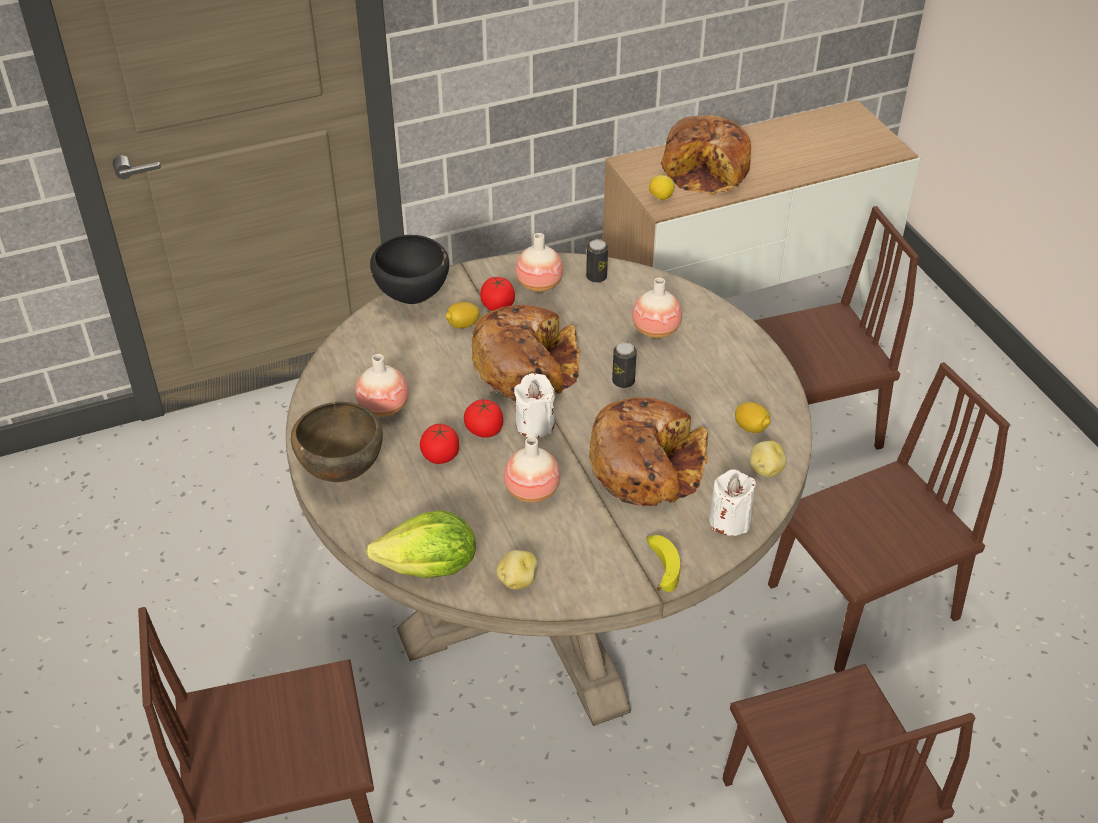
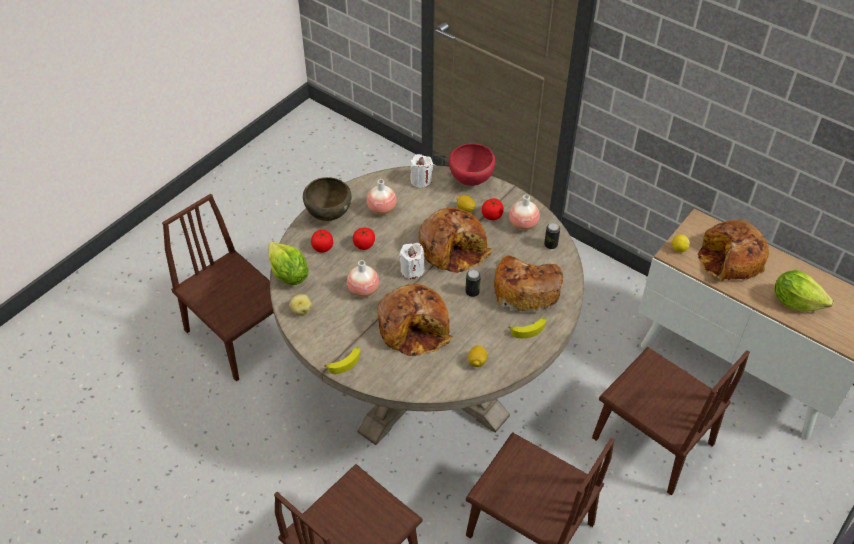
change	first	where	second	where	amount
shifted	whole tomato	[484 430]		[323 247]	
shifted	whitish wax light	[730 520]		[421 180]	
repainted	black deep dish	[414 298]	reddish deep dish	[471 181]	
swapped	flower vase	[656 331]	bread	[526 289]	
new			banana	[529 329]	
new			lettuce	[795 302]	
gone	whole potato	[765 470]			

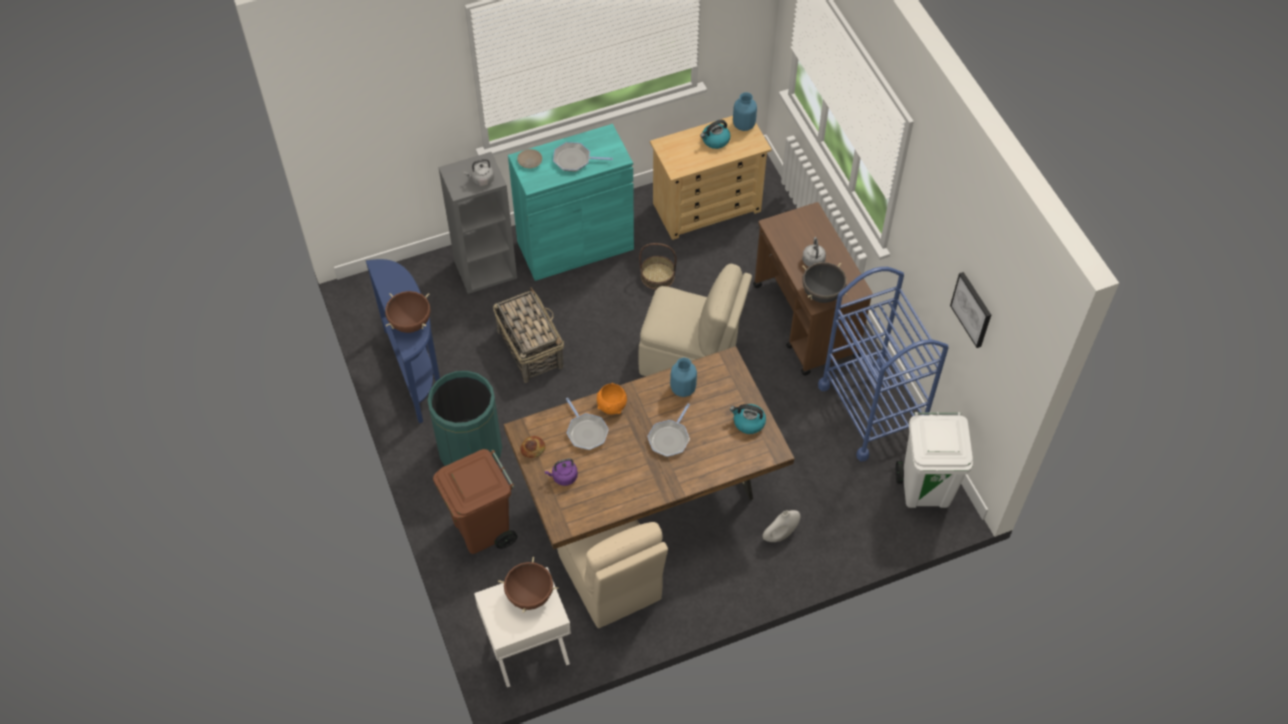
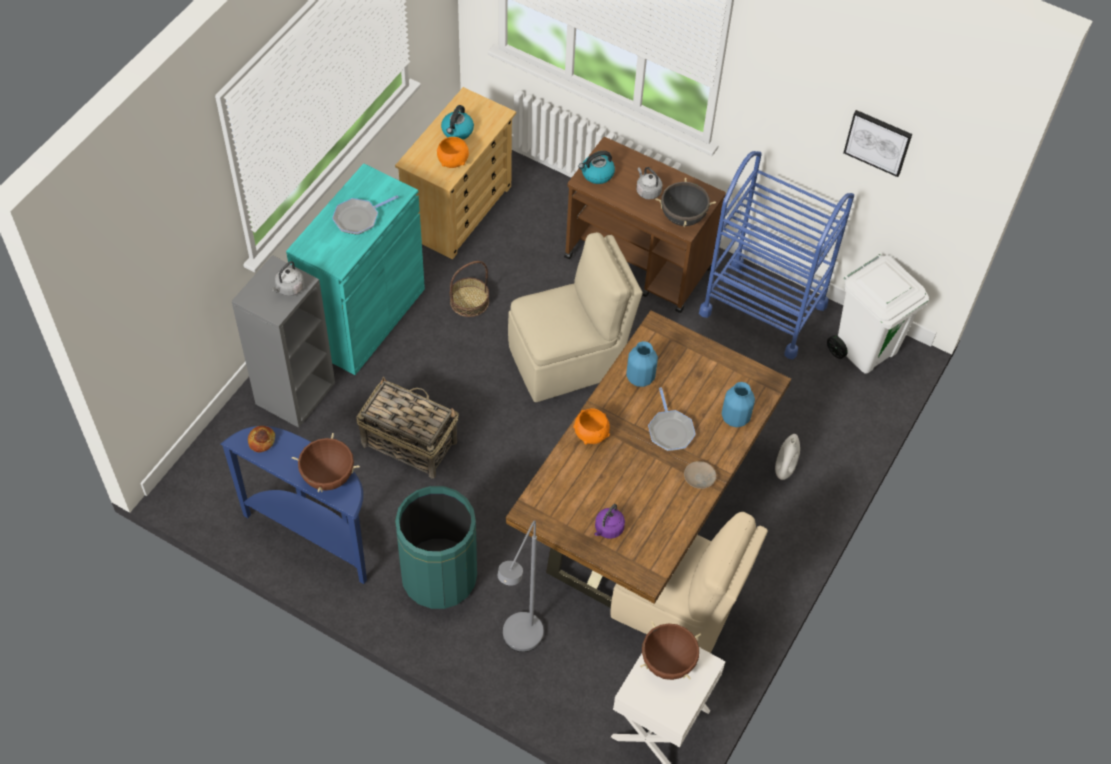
change	first	where	second	where	amount
shifted	bread	[533 449]		[262 441]	
new			orange-coloured deep dish	[453 161]	
swapped	brown waste bin	[483 530]	grey floor lamp	[519 644]	
shifted	water kettle	[748 422]		[597 174]	
shifted	beige plate	[530 161]		[700 477]	
shifted	bluish flower vase	[744 125]		[736 417]	
gone	frying pan	[586 432]			

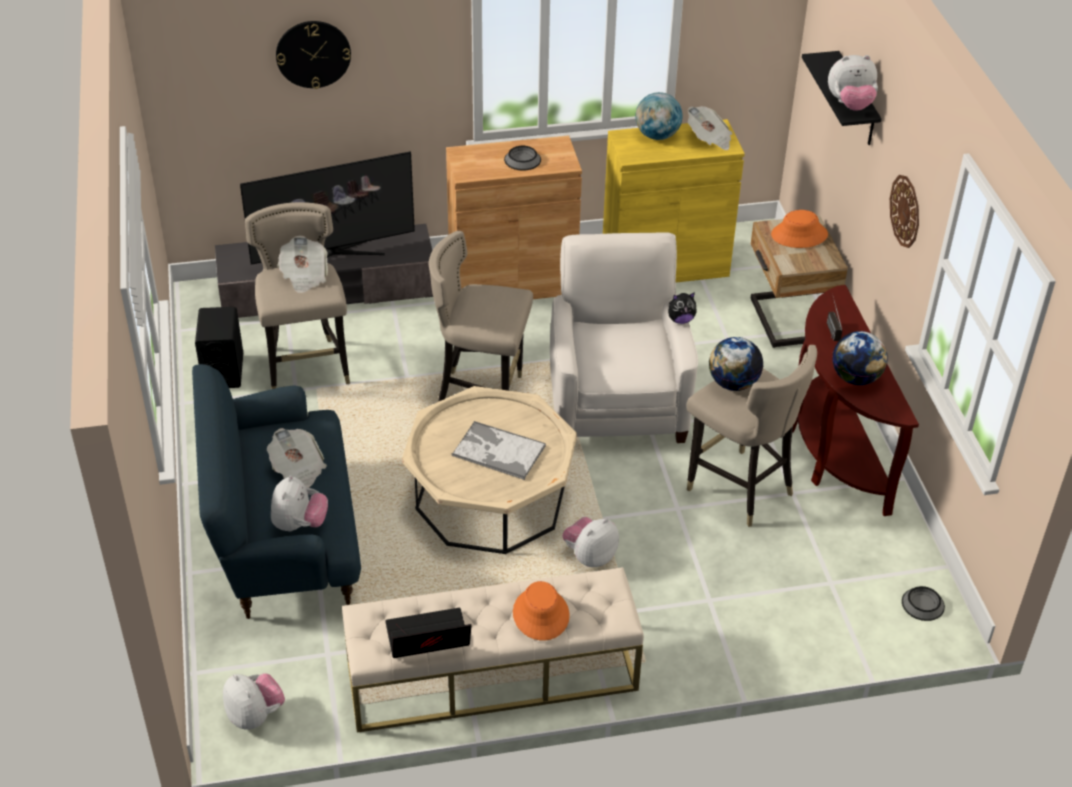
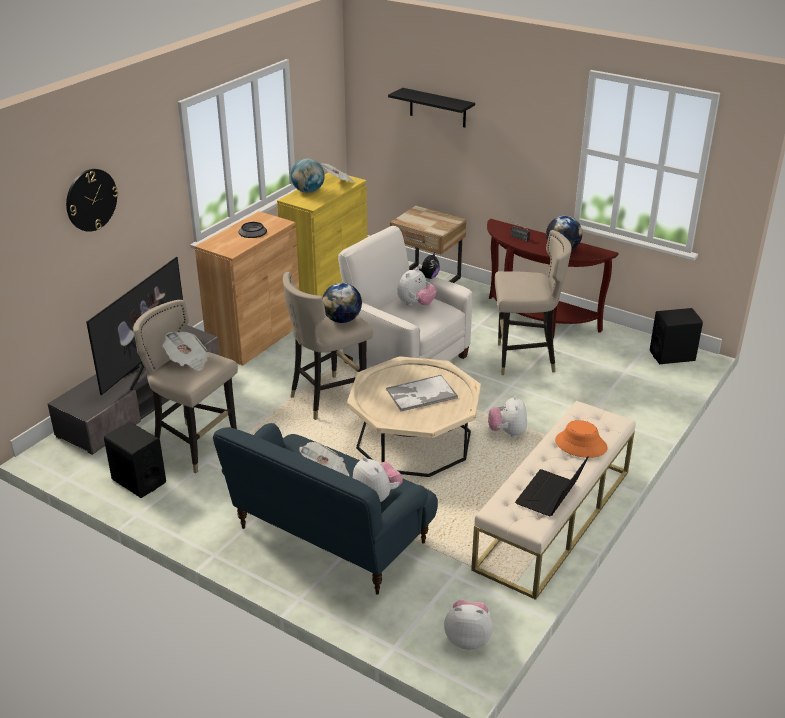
change	first	where	second	where	amount
shifted	globe	[733 383]		[342 320]	
shifted	soft toy	[850 105]		[416 304]	
swapped	deep dish	[923 604]	black loudspeaker	[672 356]	
gone	orange-coloured hat	[799 235]			
gone	wall clock	[905 211]			

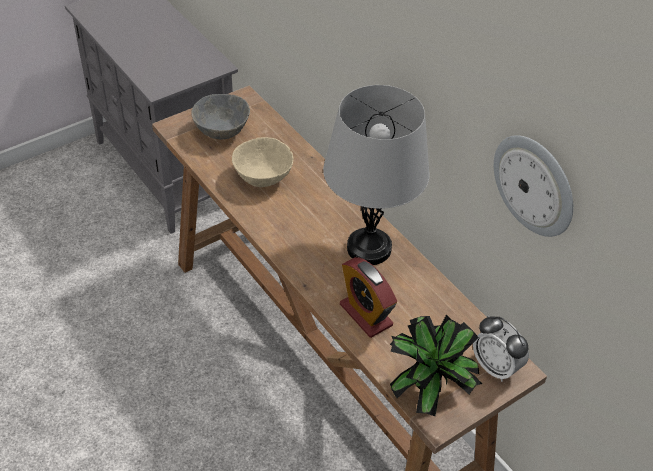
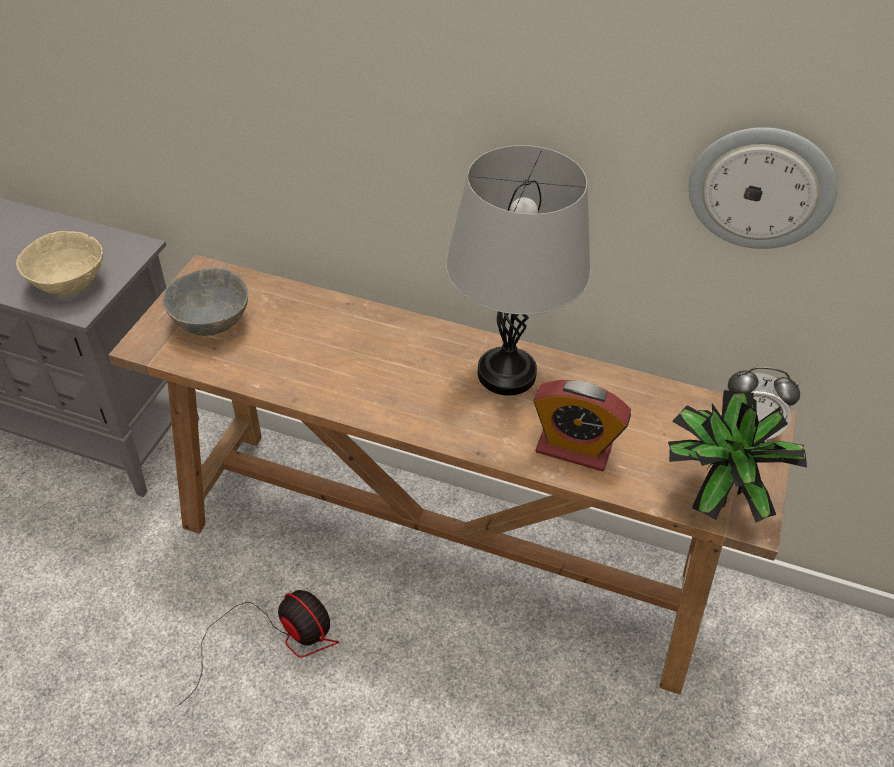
change	first	where	second	where	amount
shifted	beige deep dish	[263 177]		[69 284]	
new			cooling fan	[277 639]	

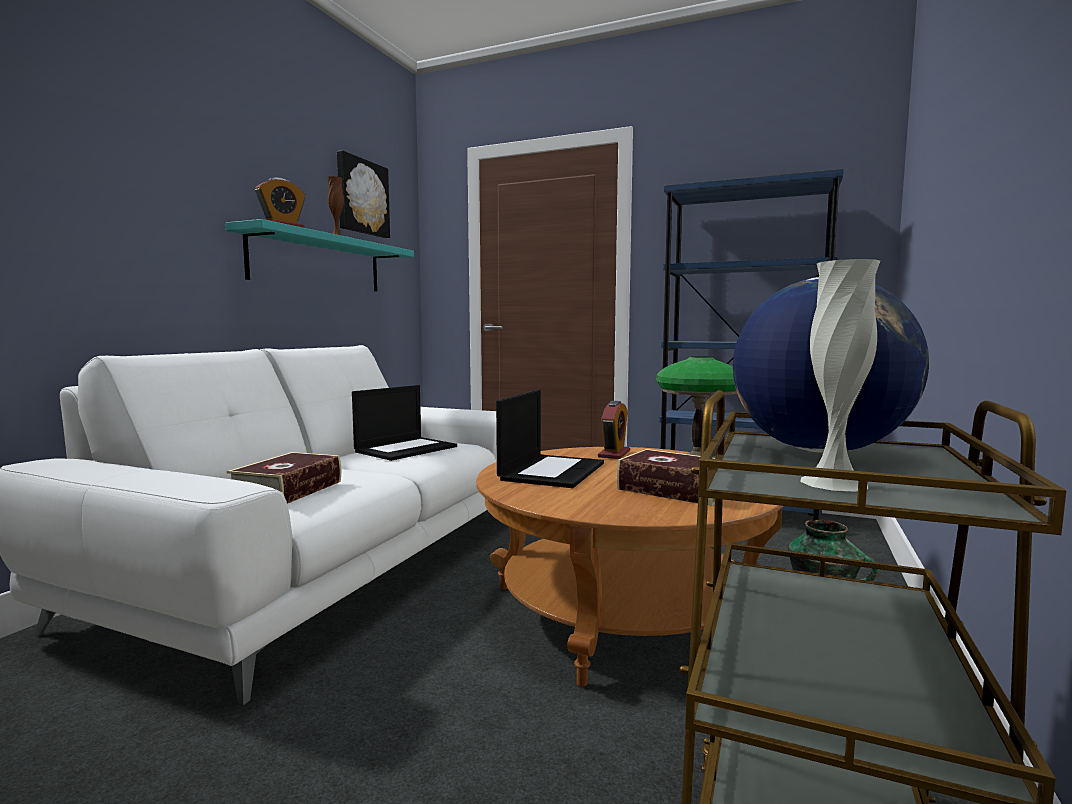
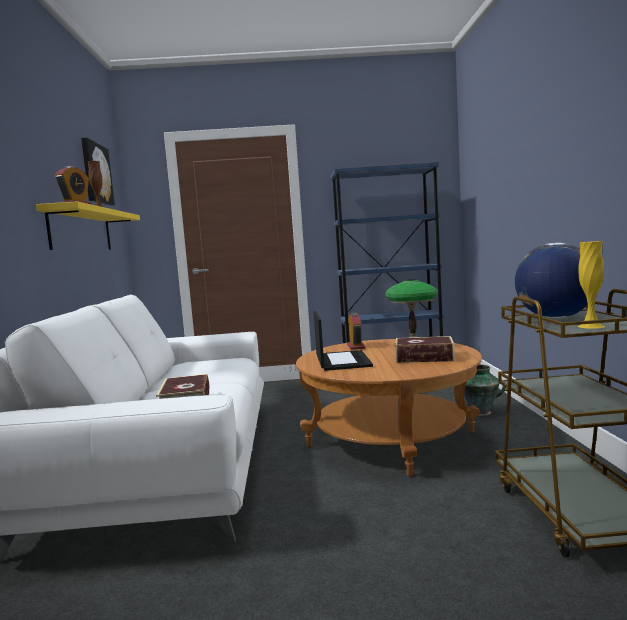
change	first	where	second	where	amount
repainted	turquoise-coloured wall shelf	[318 263]	yellow-coloured wall shelf	[81 230]	
repainted	whitish flower vase	[833 482]	yellow-coloured flower vase	[591 326]	
gone	notebook computer	[406 449]			

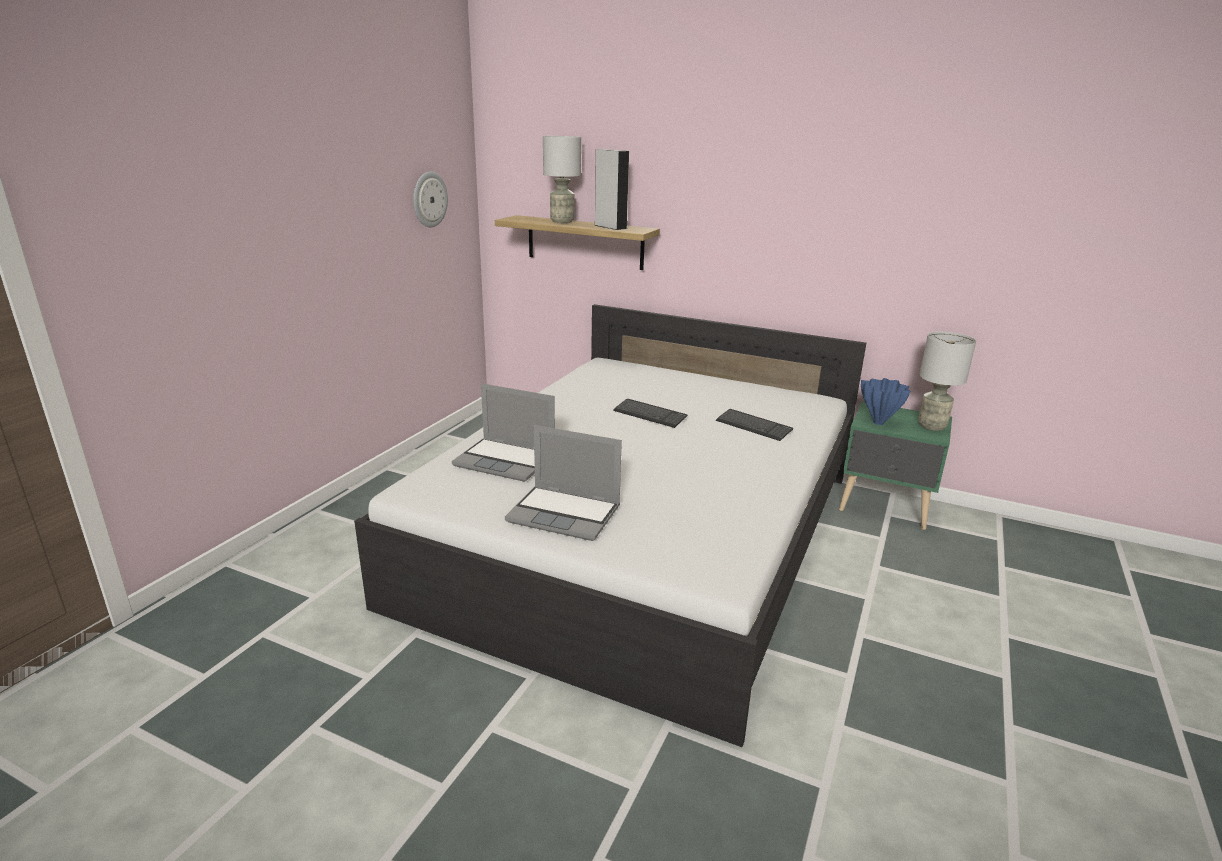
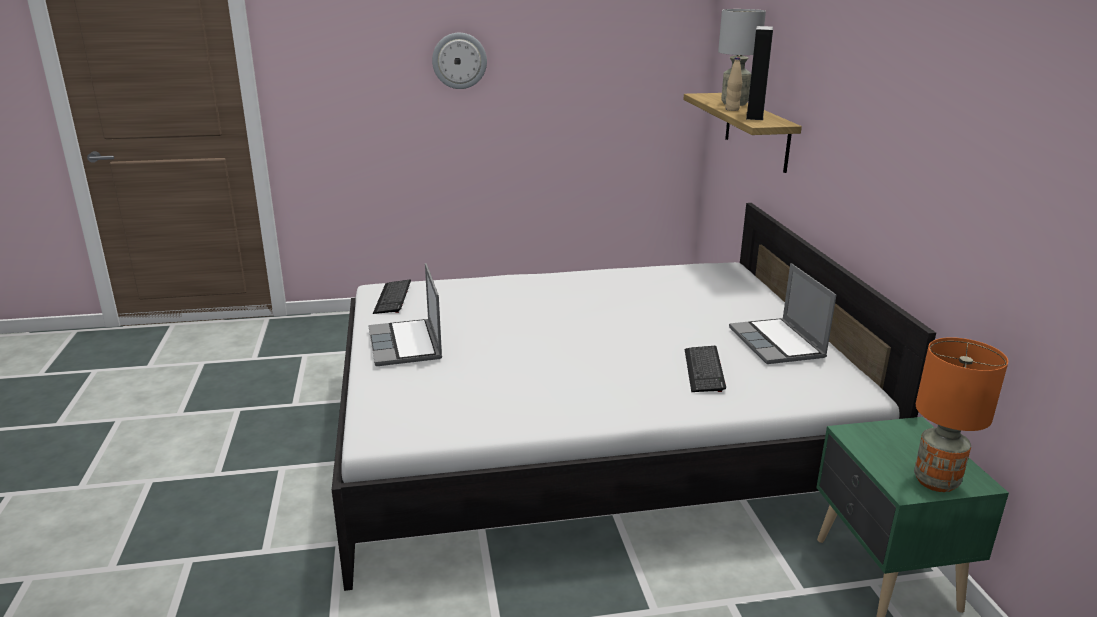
change	first	where	second	where	amount
shifted	PC keyboard	[649 415]		[392 298]	
shifted	wall clock	[429 199]		[459 60]	
new			beige drink bottle	[732 109]	
shifted	notebook computer	[506 461]		[778 344]	
repainted	grey table lamp	[932 426]	orange-coloured table lamp	[937 481]	
gone	bluish flower vase	[879 423]			

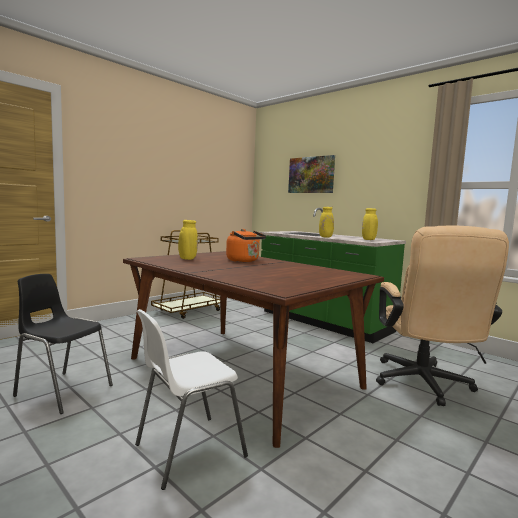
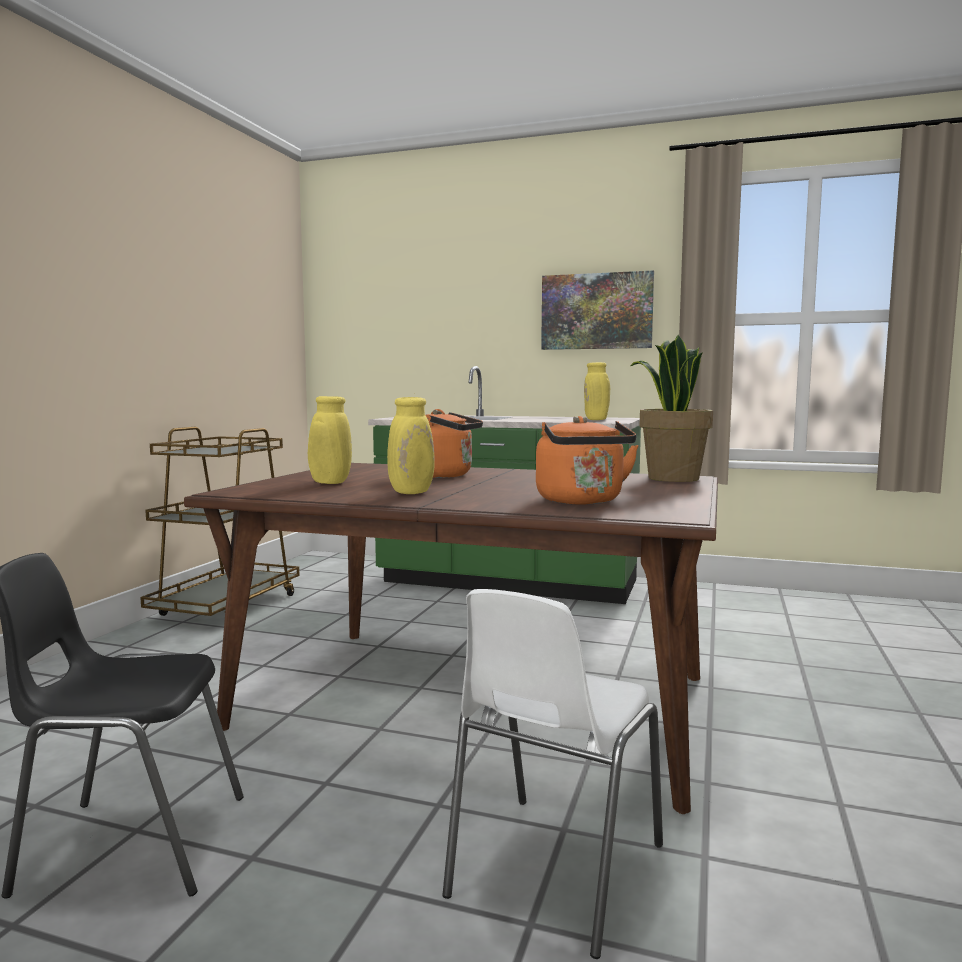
change	first	where	second	where	amount
shifted	yellow-coloured flower vase	[326 237]		[413 492]	
new			orange-coloured water kettle	[582 501]	
shifted	picture	[311 175]		[596 311]	
new			houseplant	[672 478]	
gone	beige desk chair	[424 385]			

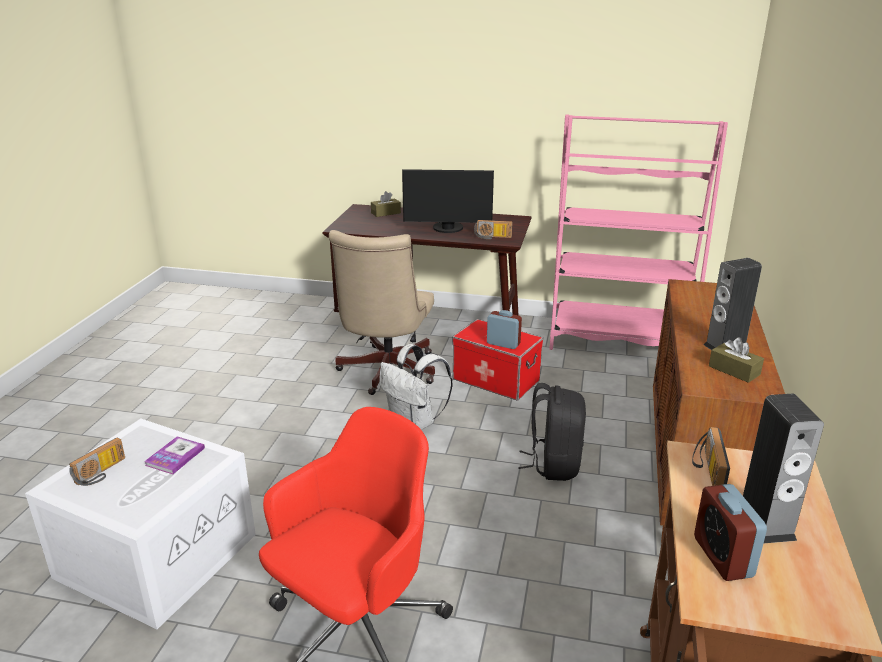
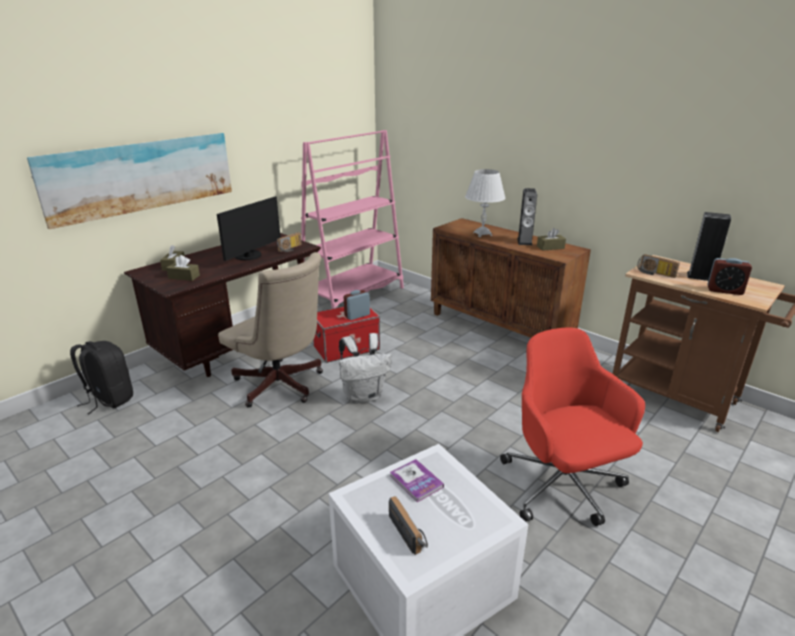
change	first	where	second	where	amount
new			picture	[141 176]	
shifted	black knapsack	[553 464]		[109 399]	
new			brown box of tissues	[184 277]	
new			whitish table lamp	[482 234]	

